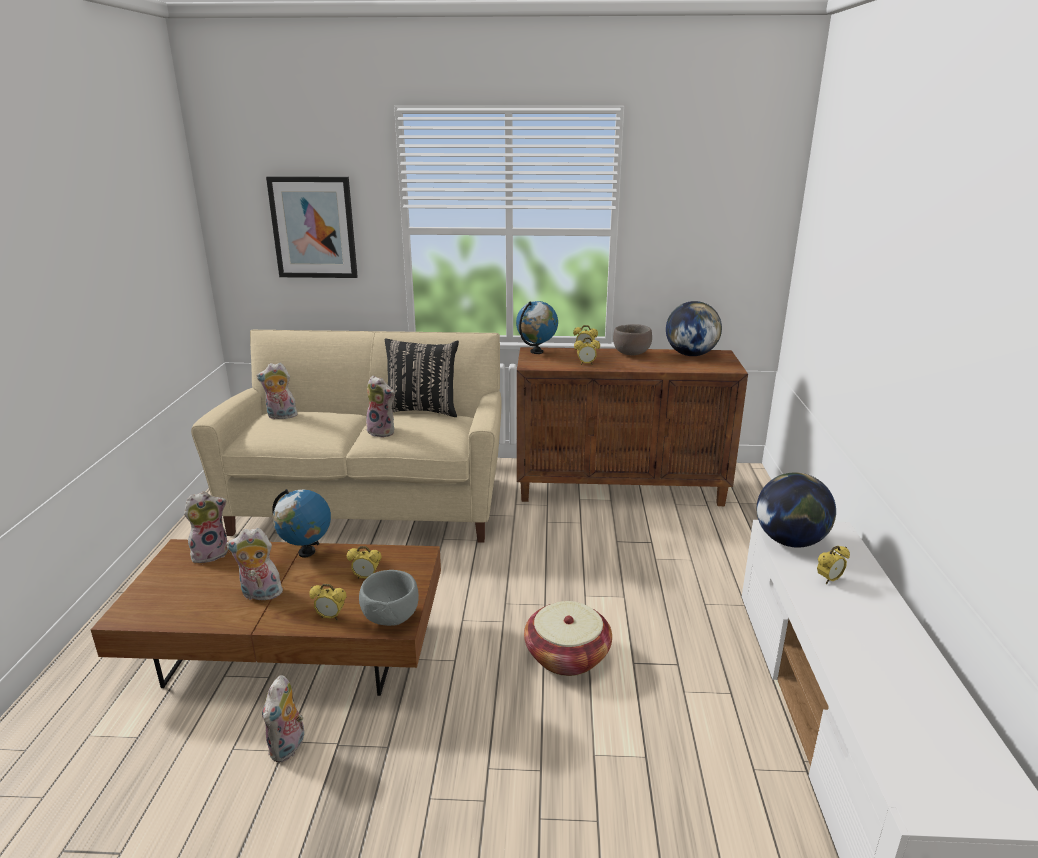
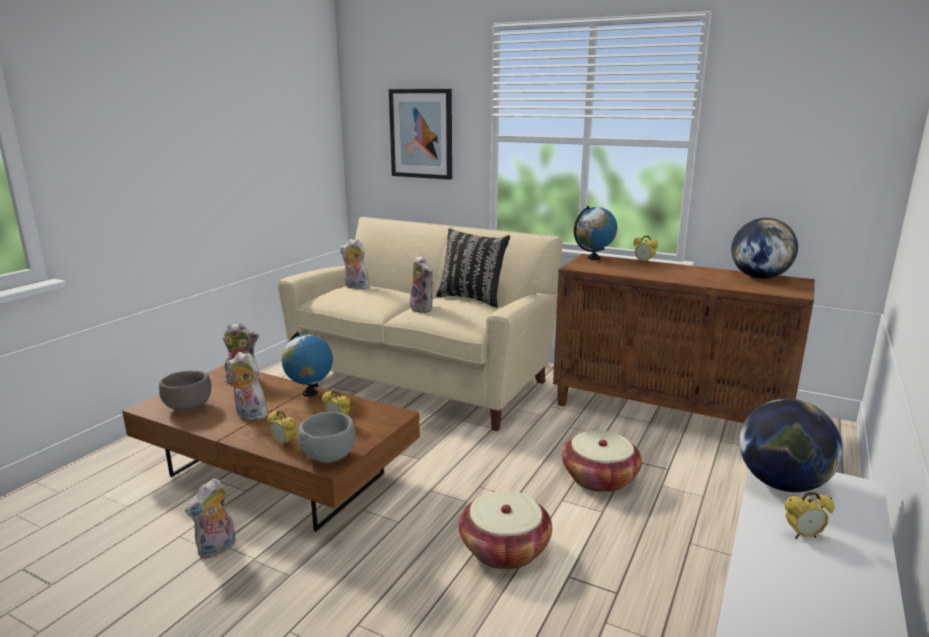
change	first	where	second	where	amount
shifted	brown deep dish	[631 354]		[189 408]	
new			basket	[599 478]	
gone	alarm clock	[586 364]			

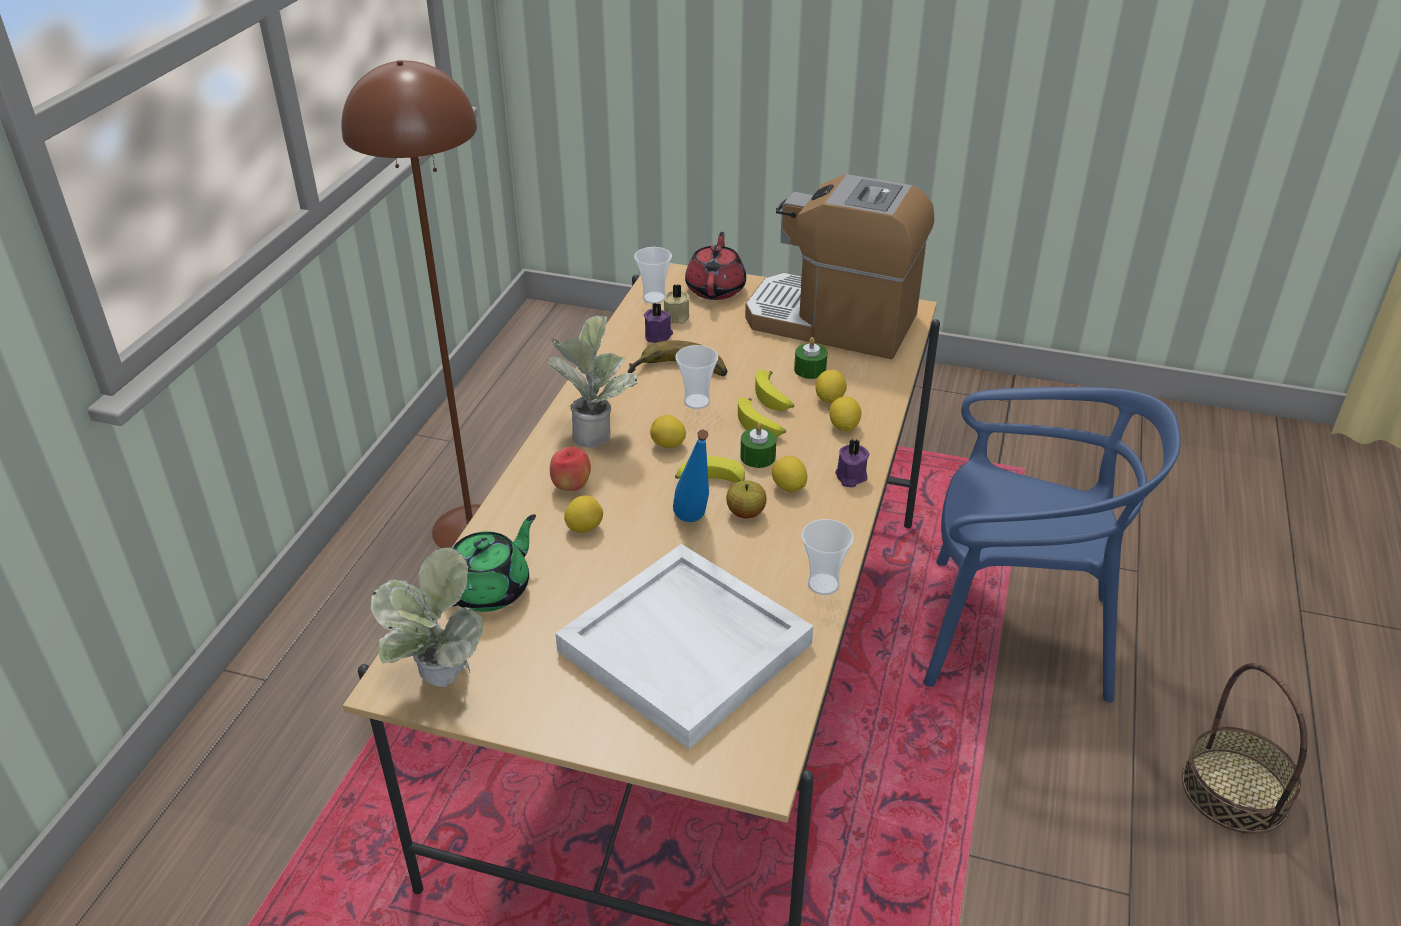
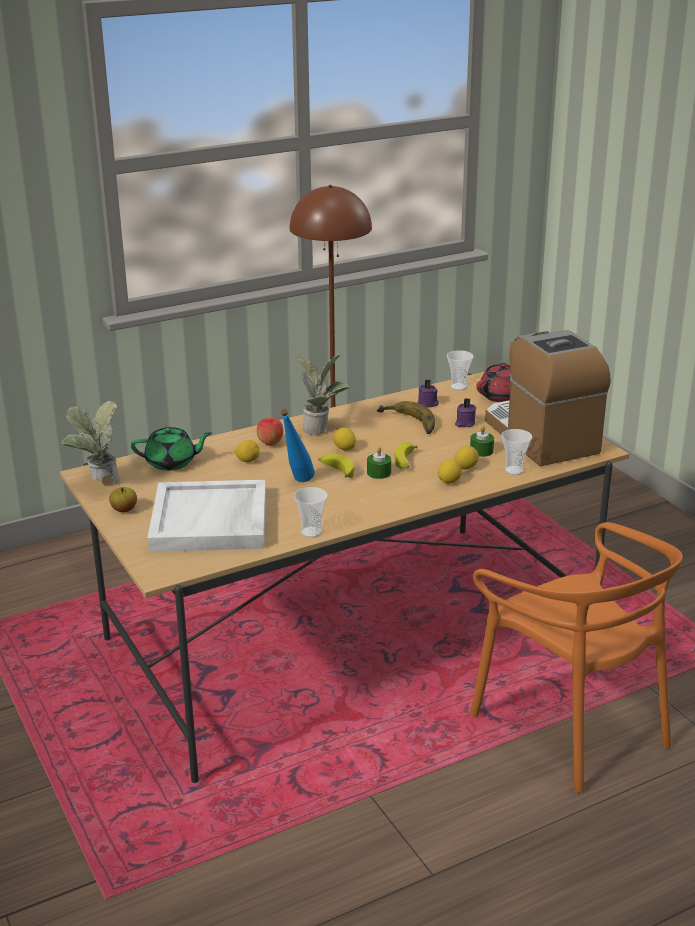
change	first	where	second	where	amount
shifted	apple	[746 513]		[124 510]	
shifted	purple wax light	[850 477]		[464 423]	
repainted	bluish chair	[1014 634]	orange-coloured chair	[571 726]	
shifted	cup	[697 402]		[514 470]	
gone	beige wax light	[675 317]			
gone	banana	[774 398]			
gone	citrus fruit	[788 487]			
gone	basket	[1235 790]			

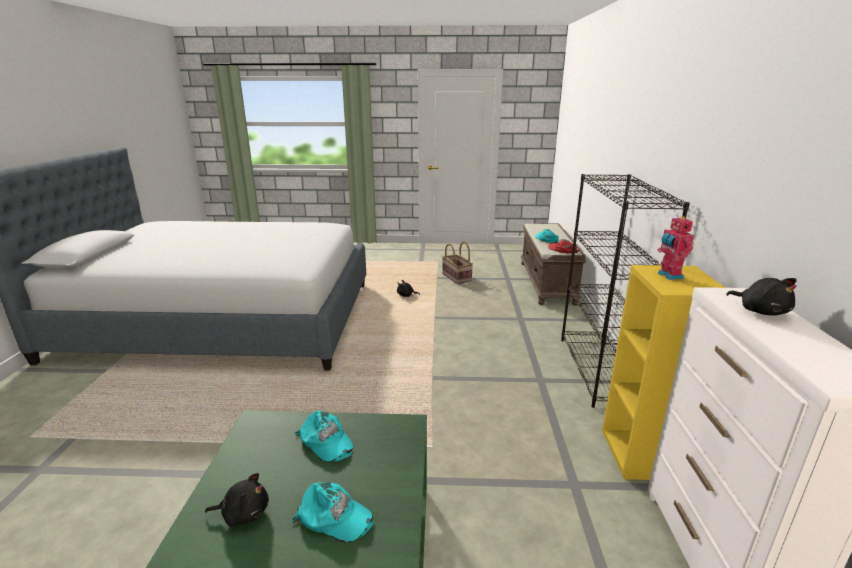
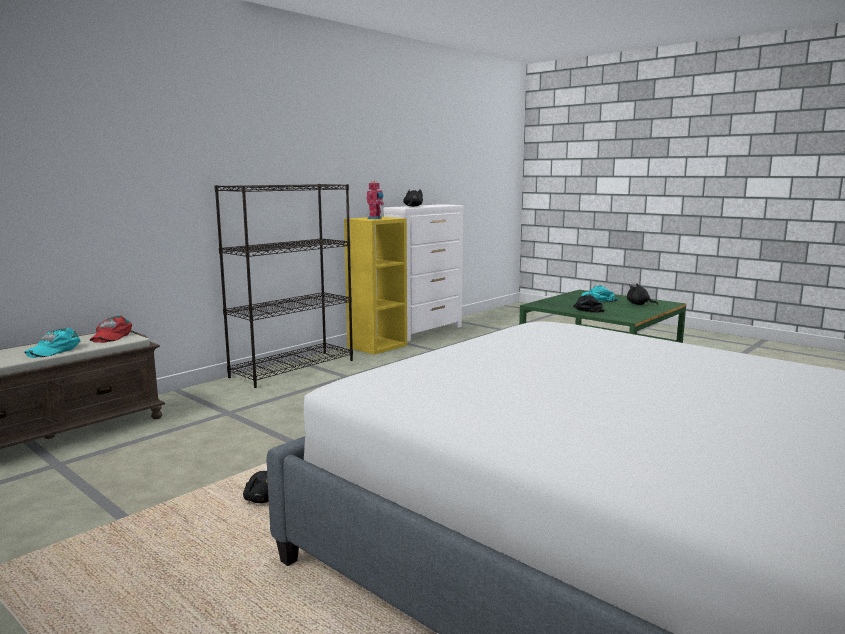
change	first	where	second	where	amount
repainted	turquoise-coloured cap	[325 441]	black cap	[587 308]	
gone	basket	[457 277]			

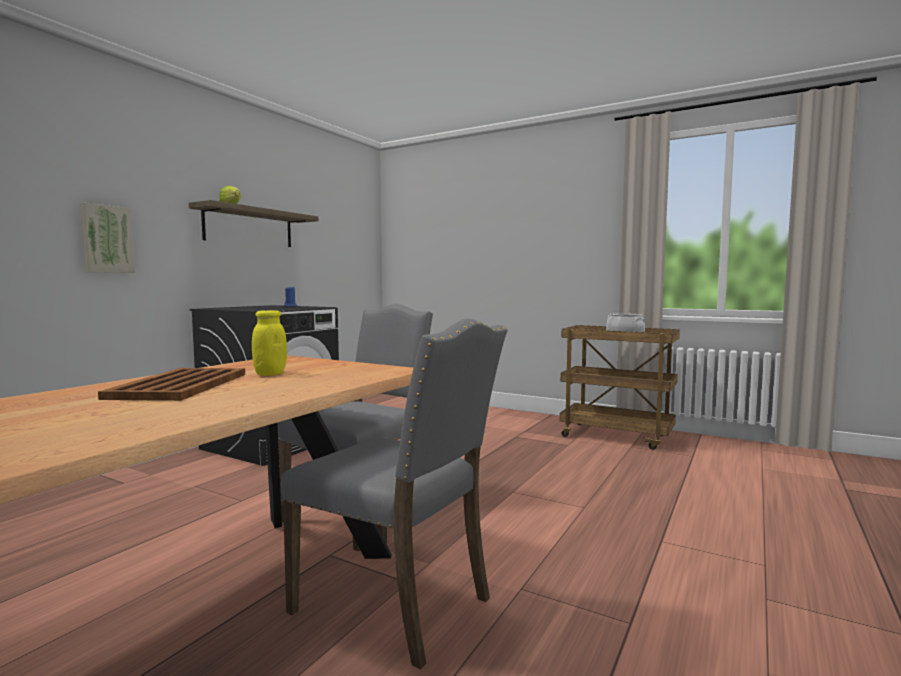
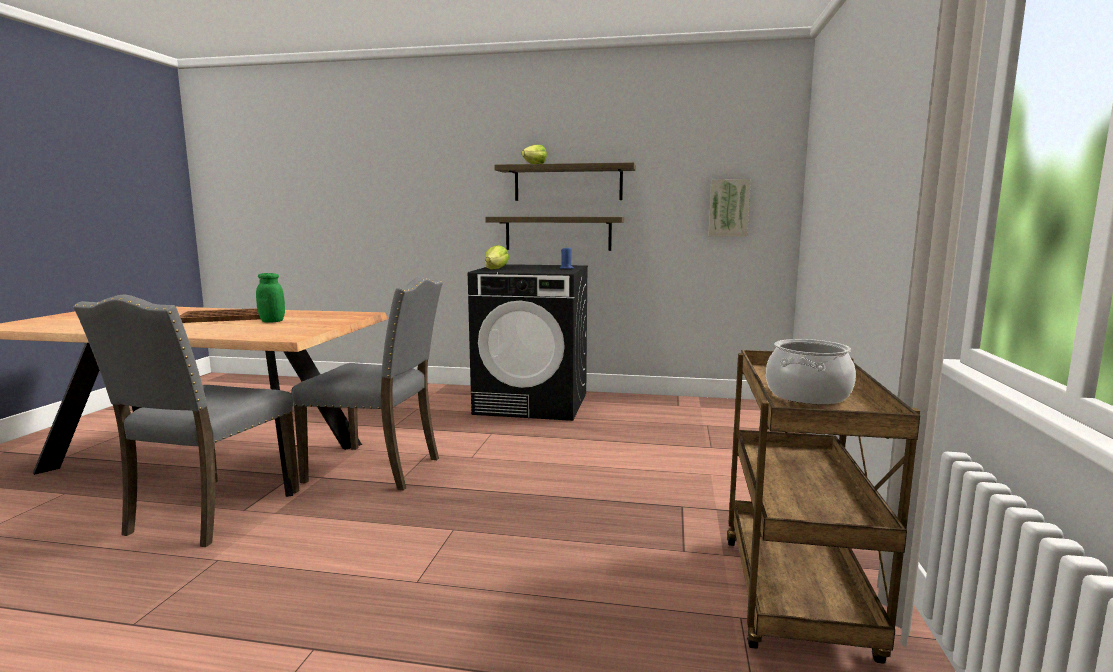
change	first	where	second	where	amount
repainted	yellow-coloured preserve jar	[270 374]	greenish preserve jar	[272 321]	
new			lettuce	[496 269]	
new			wall shelf	[558 233]	
shifted	picture	[106 239]		[728 208]	

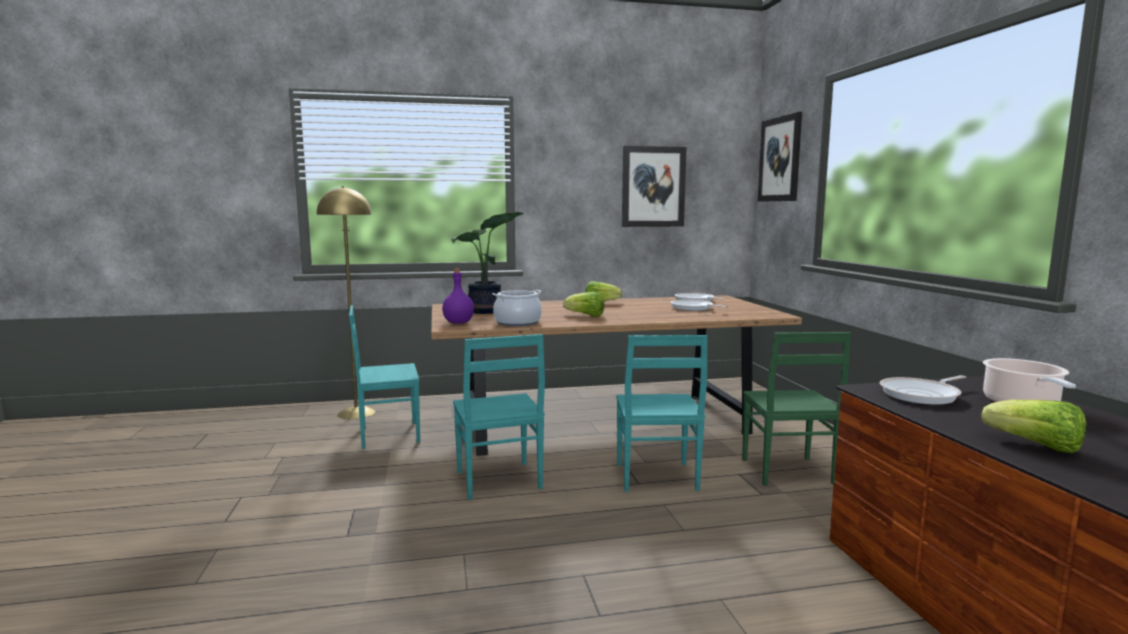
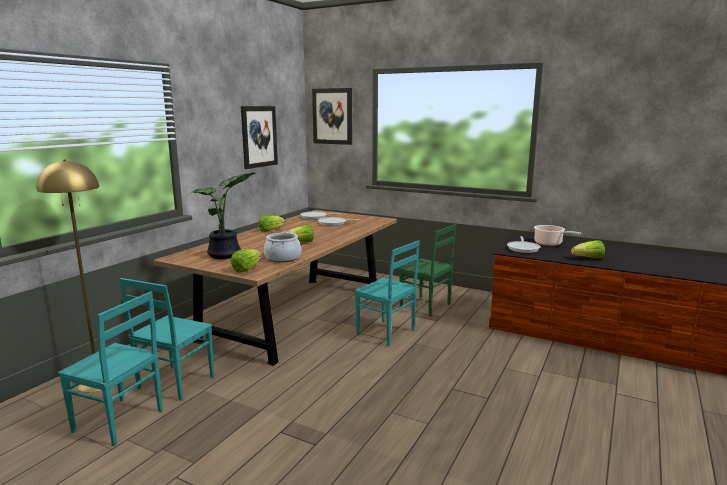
change	first	where	second	where	amount
shifted	turquoise-coloured chair	[497 481]		[118 422]	
swapped	purple drink bottle	[458 323]	lettuce	[246 269]	

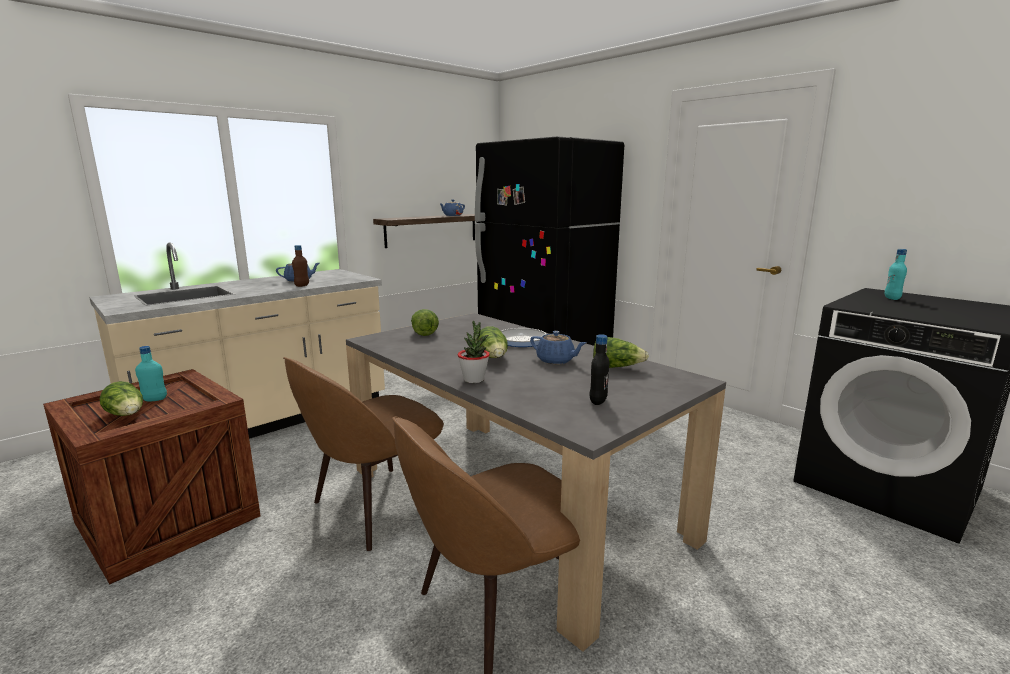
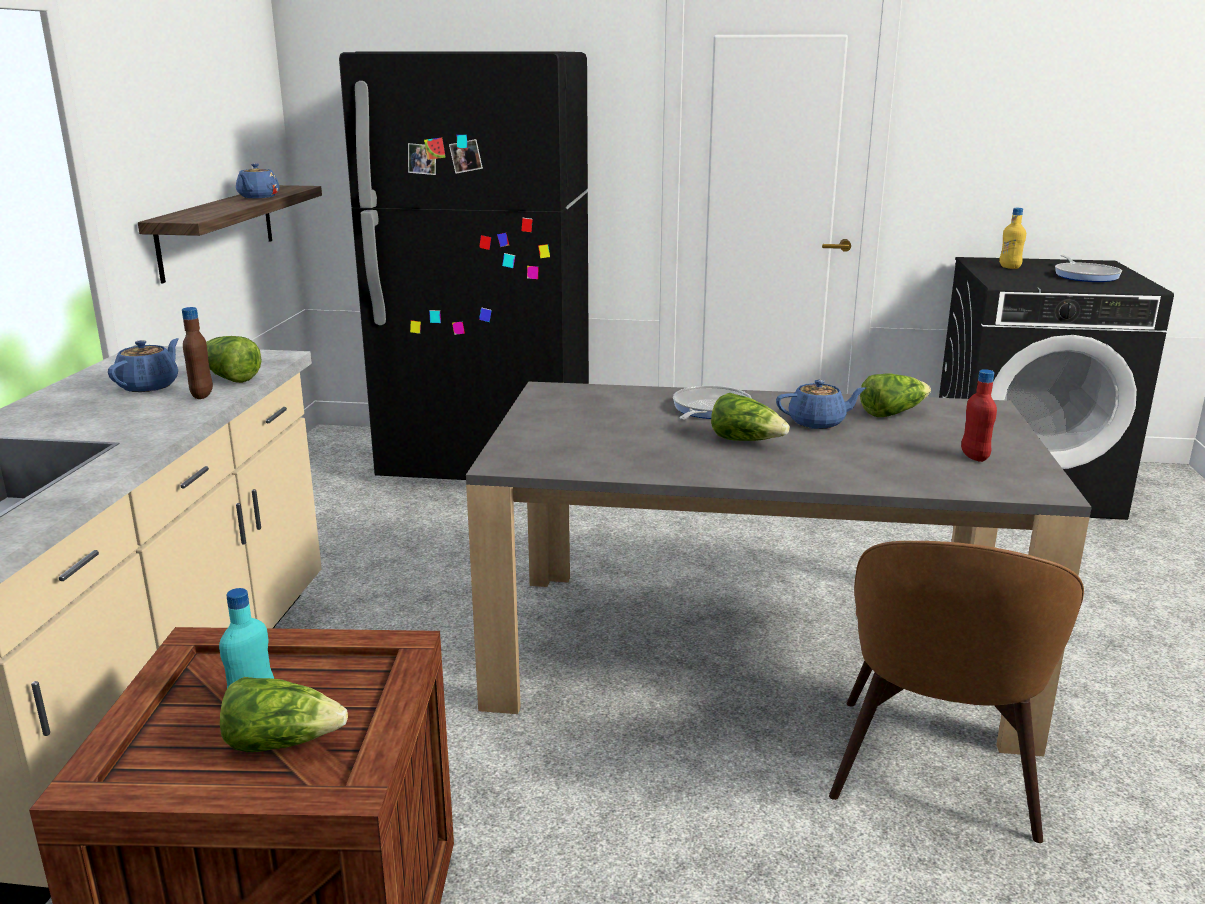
change	first	where	second	where	amount
shifted	lettuce	[424 332]		[229 378]	
repainted	black drink bottle	[598 401]	reddish drink bottle	[974 457]	
repainted	turquoise-coloured drink bottle	[892 298]	yellow-coloured drink bottle	[1009 267]	
new			frying pan	[1085 276]	
gone	brown chair	[375 507]			
gone	houseplant	[474 379]			

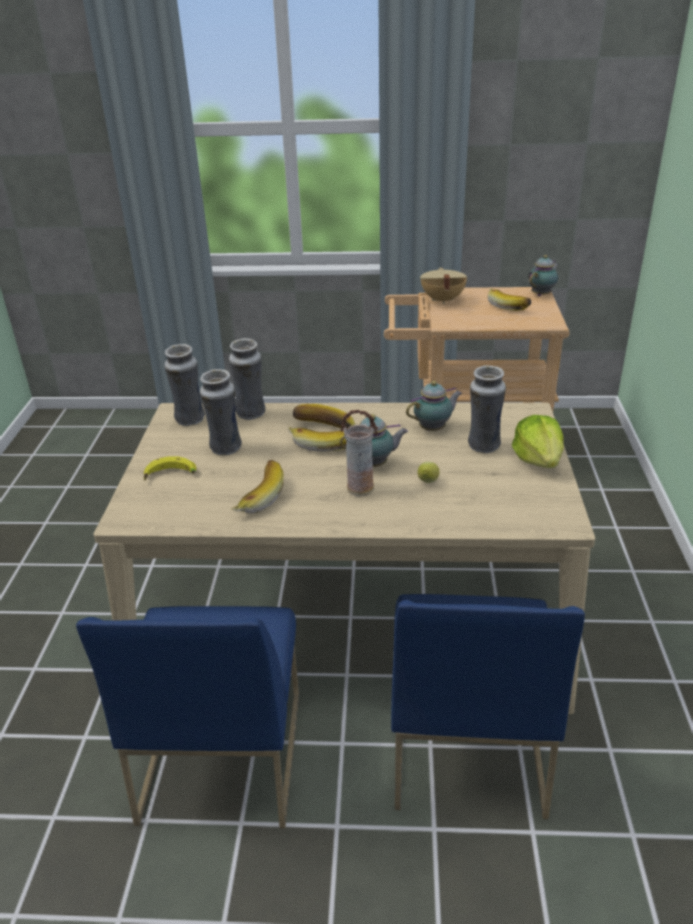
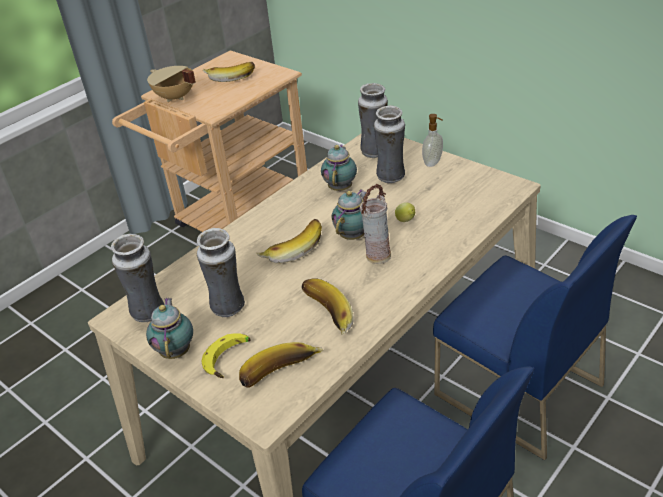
change	first	where	second	where	amount
shifted	teapot	[542 294]		[176 350]	
shifted	banana	[324 429]		[282 375]	
shifted	flower vase	[251 414]		[375 152]	
swapped	lettuce	[538 459]	liquid soap bottle	[433 162]	

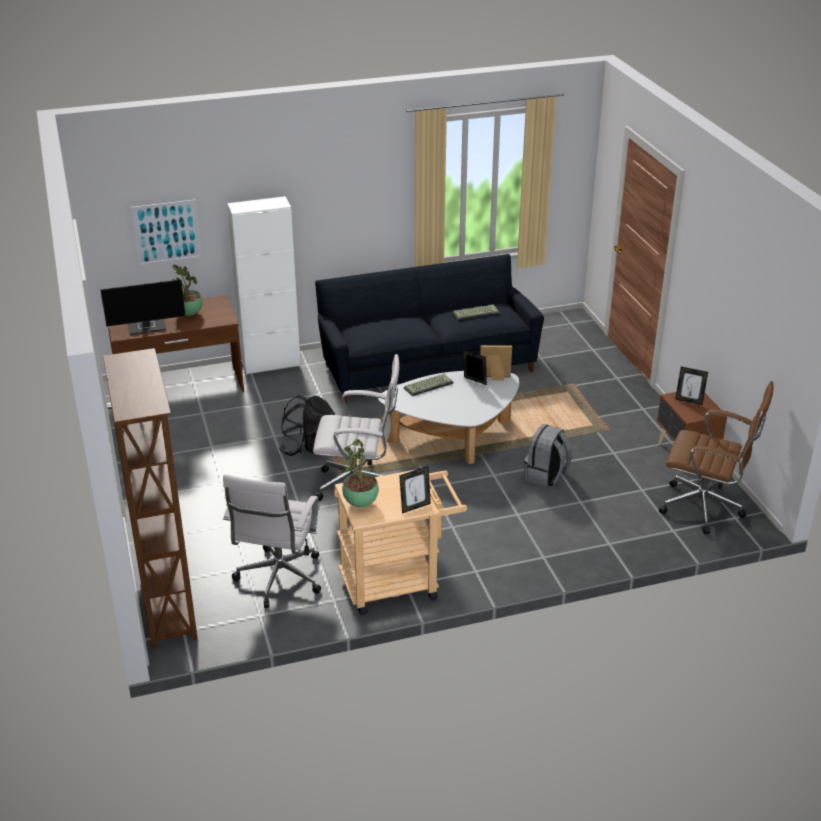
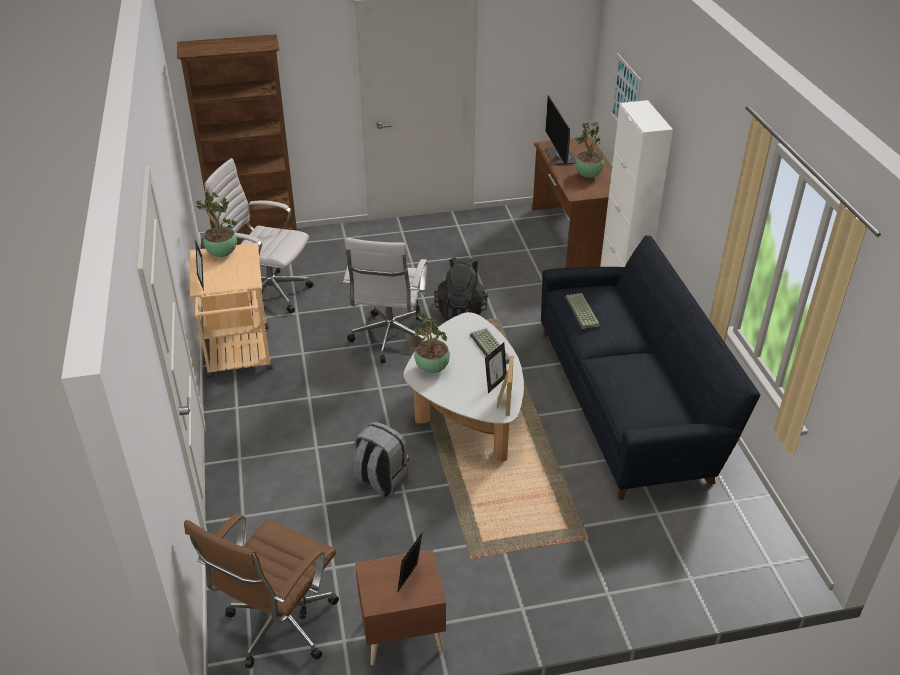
change	first	where	second	where	amount
new			houseplant	[433 369]	
shifted	PC keyboard	[476 313]		[583 312]	

